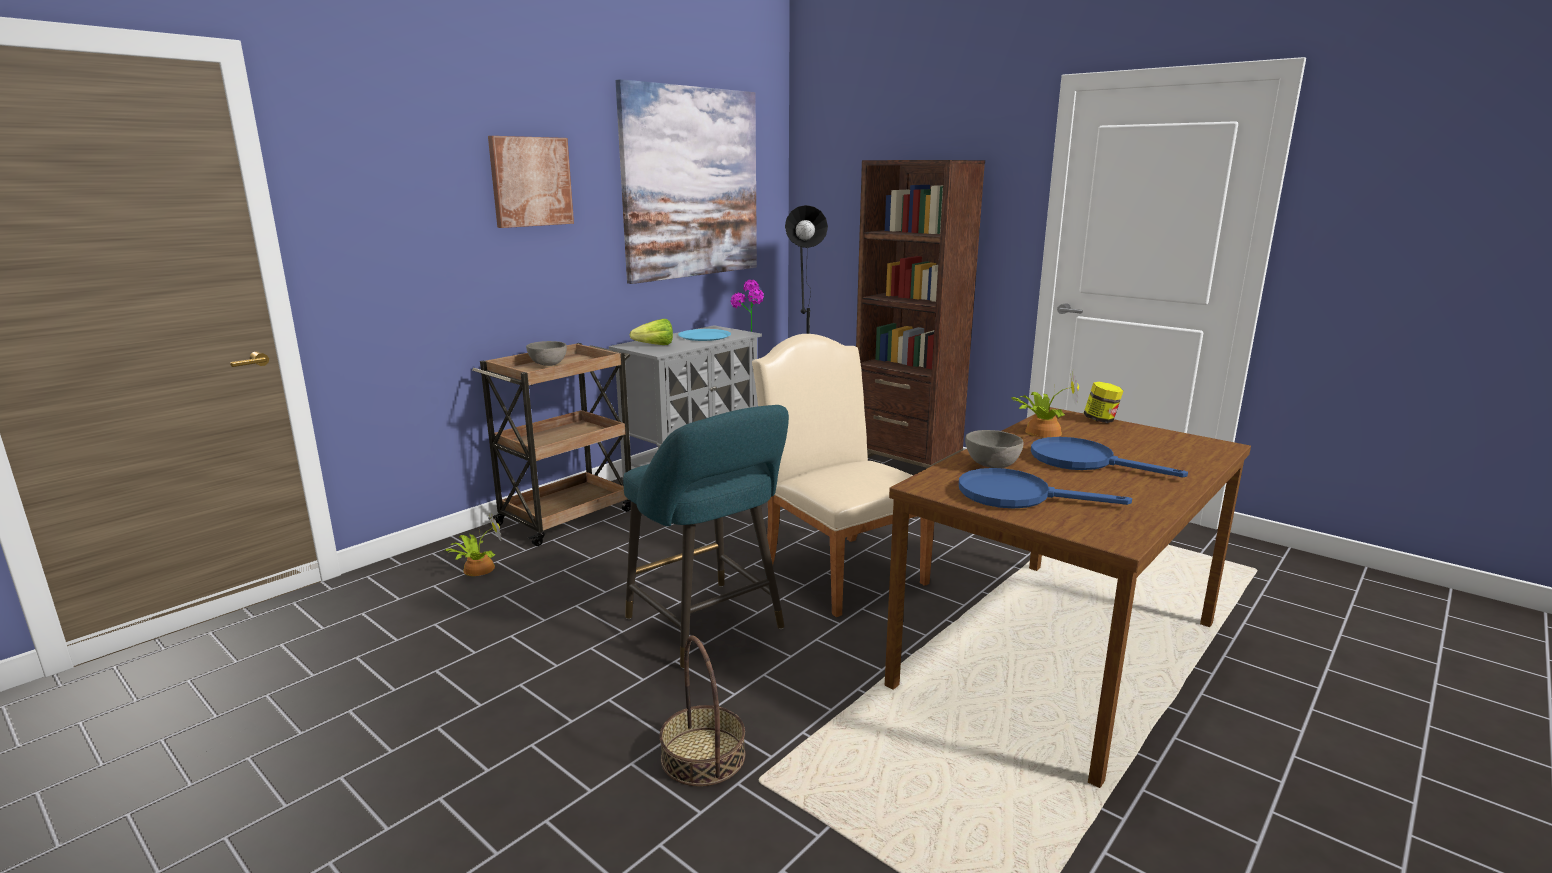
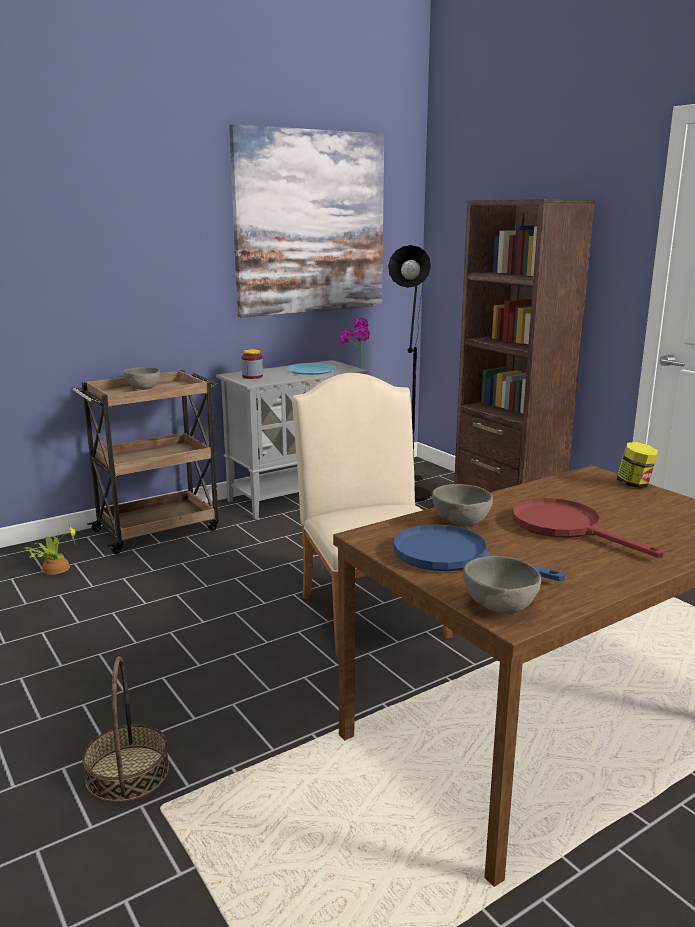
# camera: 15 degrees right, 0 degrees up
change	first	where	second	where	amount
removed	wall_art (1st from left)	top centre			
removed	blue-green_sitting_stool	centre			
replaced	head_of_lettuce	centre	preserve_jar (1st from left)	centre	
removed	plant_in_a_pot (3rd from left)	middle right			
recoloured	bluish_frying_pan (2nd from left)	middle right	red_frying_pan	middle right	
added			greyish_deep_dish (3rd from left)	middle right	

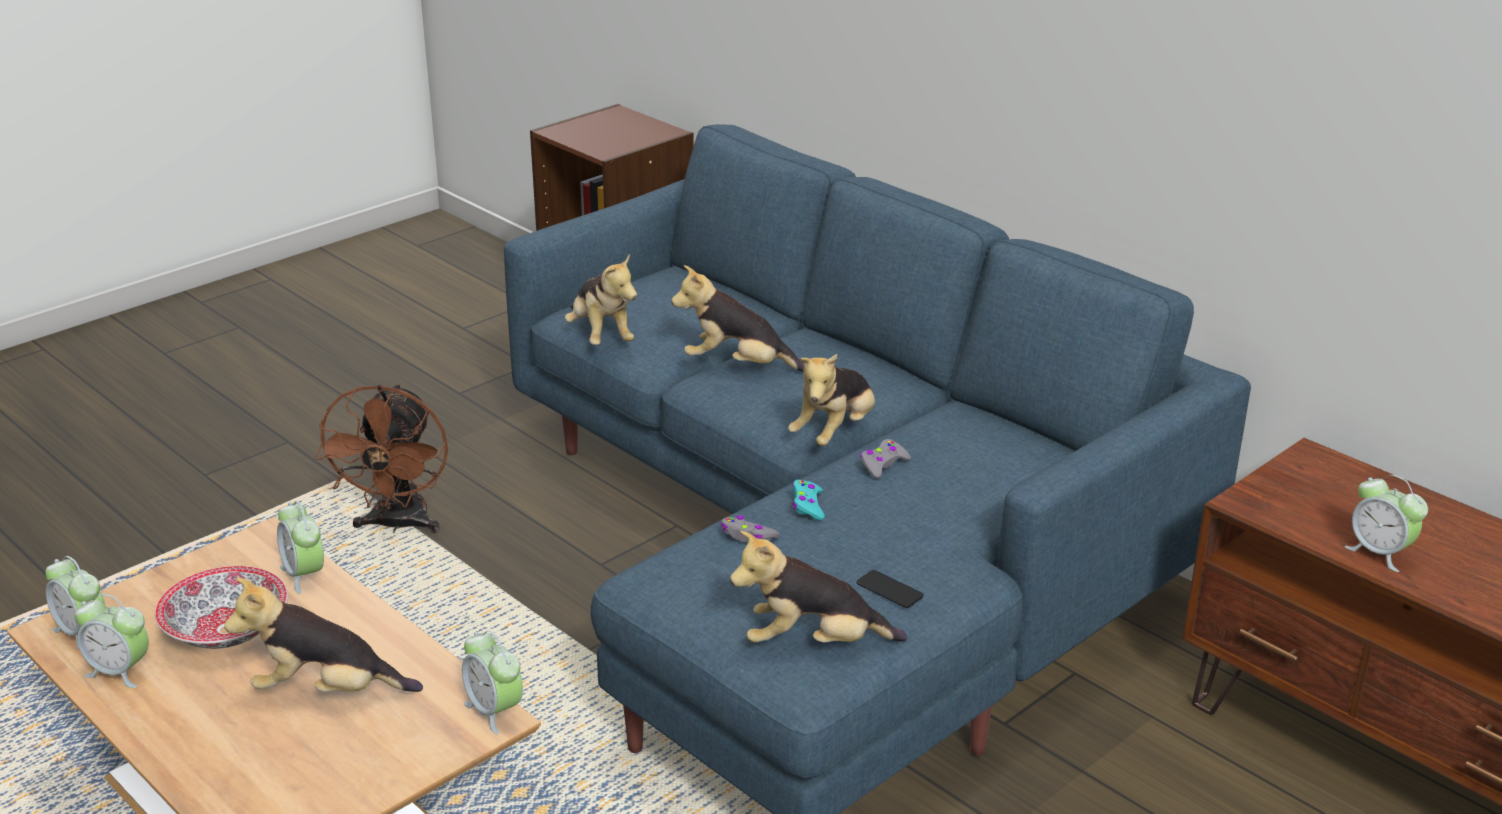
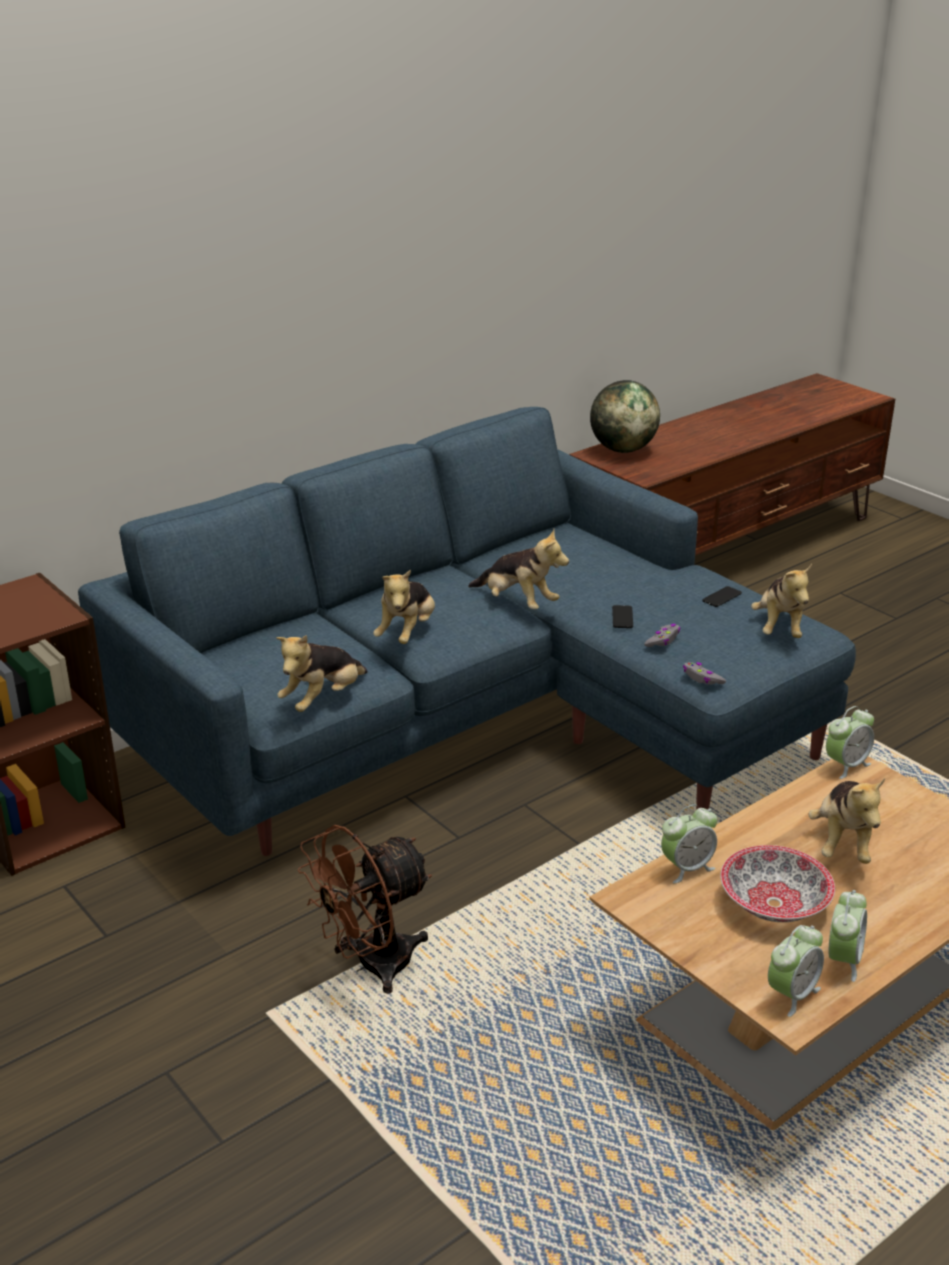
# camera: 85 degrees left, 0 degrees up
change	first	where	second	where	amount
turned	brown_electric_fan	middle left		bottom centre	135 degrees clockwise
turned	plush_toy (2nd from left in the first image)	centre	plush_toy (1st from left)	centre	150 degrees clockwise
replaced	blue-green_joypad	centre	telephone (1st from left)	centre	
moved	greyish_joypad (2nd from left)	centre		middle right	
removed	table_clock (5th from left)	middle right			
added			world_globe	top centre	

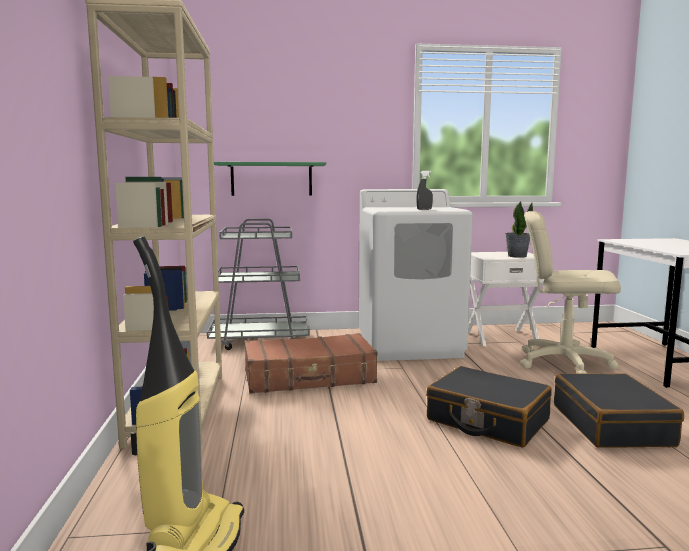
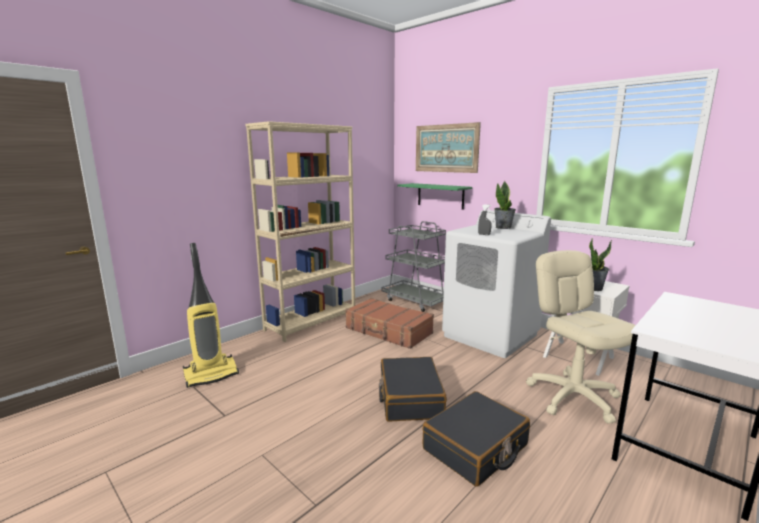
# camera: 50 degrees right, 5 degrees up
change	first	where	second	where	amount
added			wall_art	top centre	
added			plant_in_a_pot (1st from left)	centre	

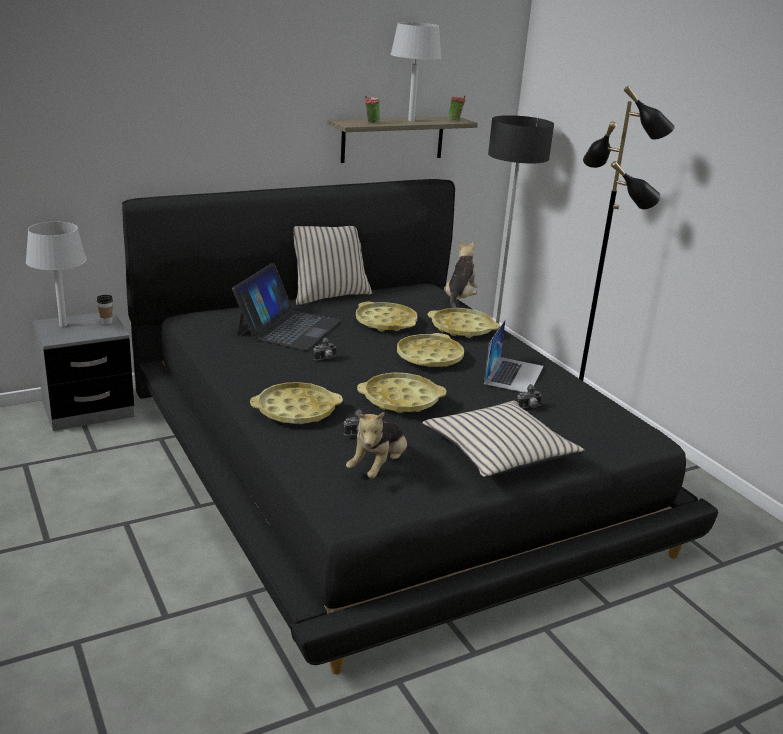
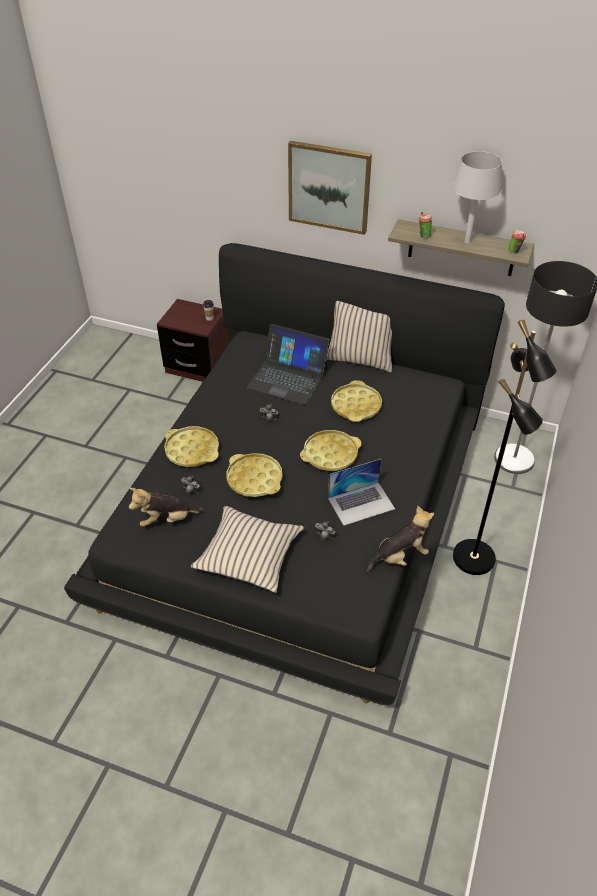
# camera: 50 degrees right, 20 degrees up
change	first	where	second	where	amount
removed	greyish_table_lamp (1st from left)	middle left			
recoloured	greyish_bedside_table	middle left	brown_bedside_table	middle left	
turned	portable_computer (1st from left)	centre		centre	45 degrees clockwise
removed	yellow_carrying_tray (5th from left)	centre			
moved	plush_toy (2nd from left)	centre		middle right	
added			wall_art	top centre	

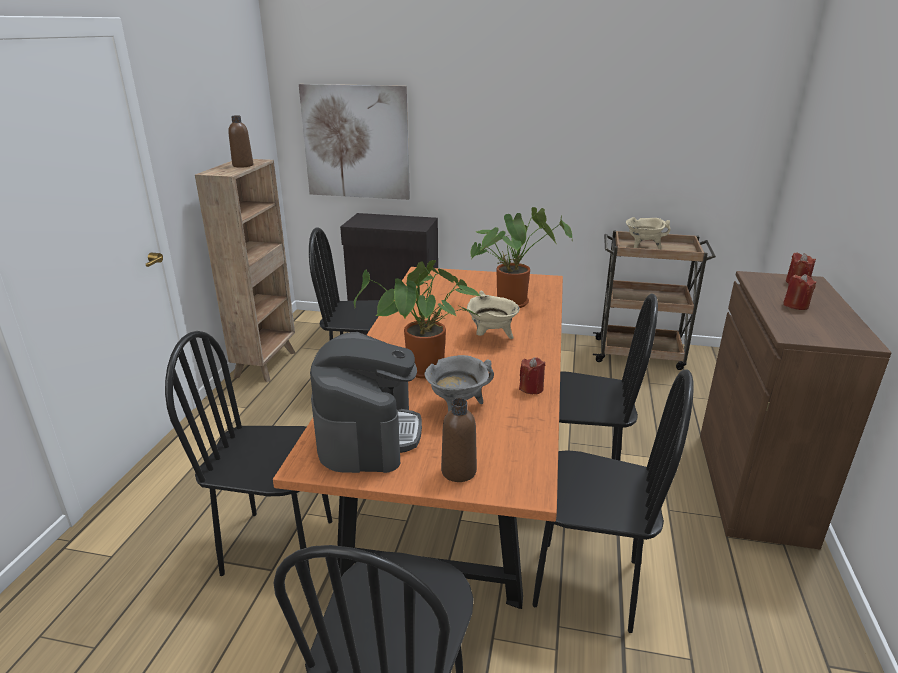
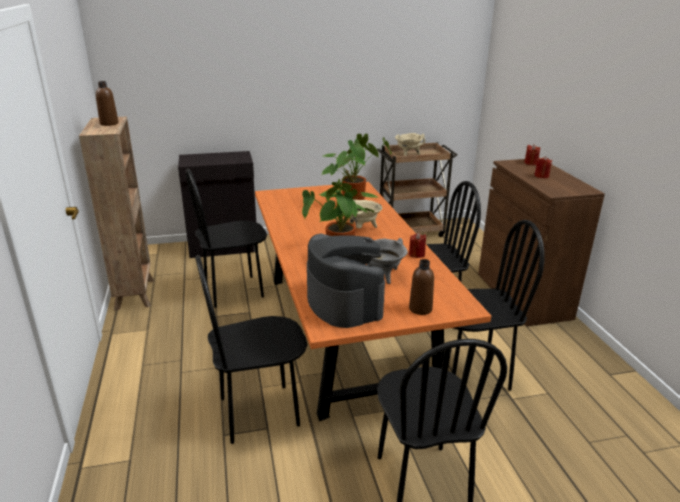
# camera: 25 degrees left, 0 degrees up
change	first	where	second	where	amount
removed	wall_art	top centre			

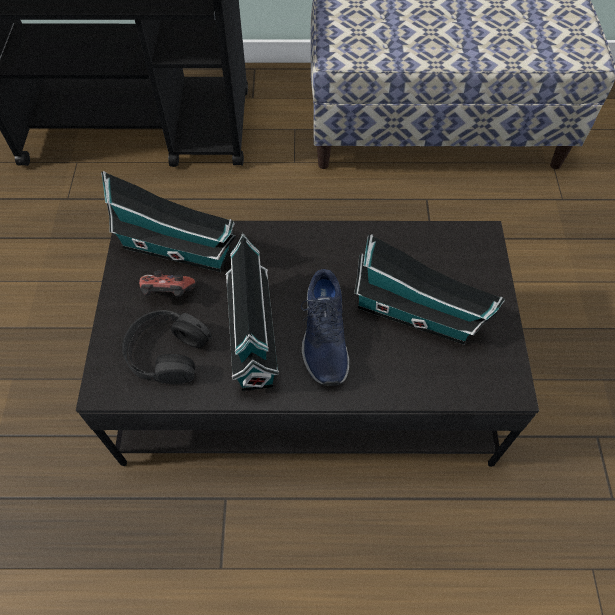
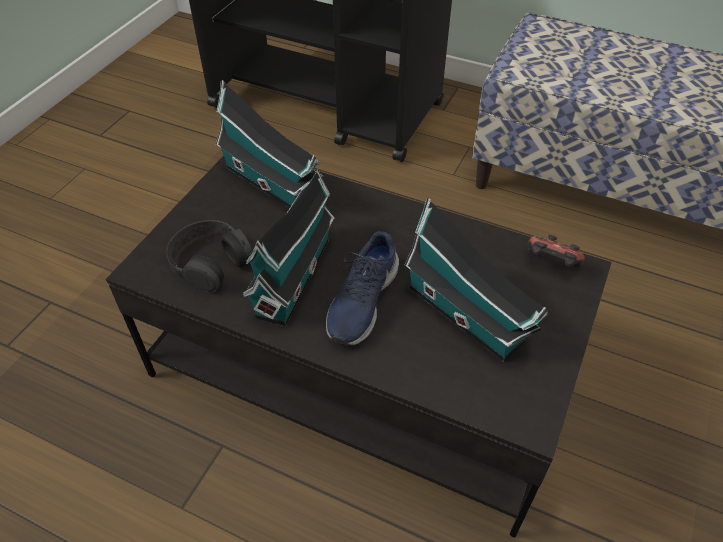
# camera: 25 degrees right, 10 degrees down
change	first	where	second	where	amount
moved	joypad	middle left		middle right	

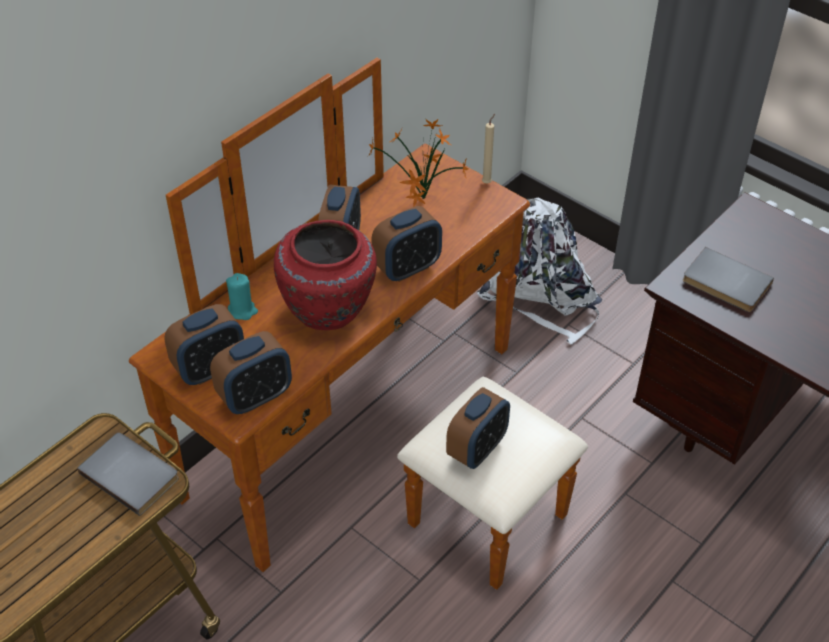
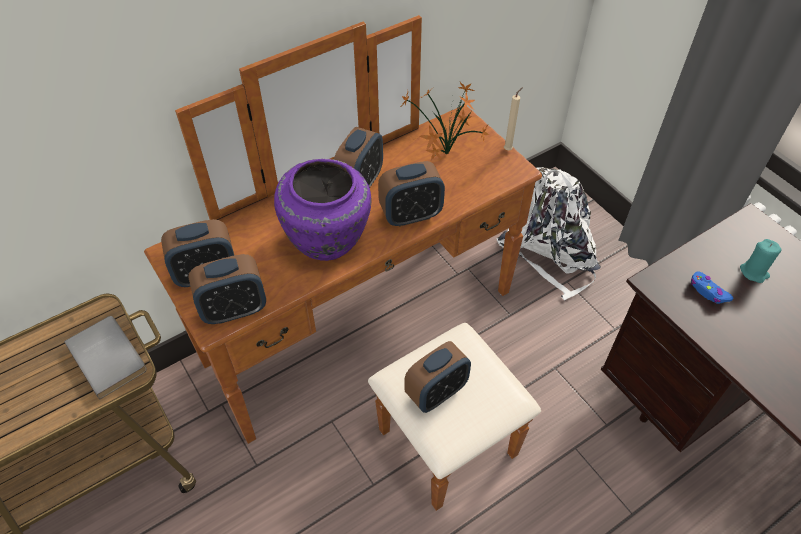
# camera: 15 degrees right, 5 degrees up
change	first	where	second	where	amount
moved	blue-green_candle	middle left		middle right	
recoloured	red_flower_vase	centre	purple-coloured_flower_vase	centre	
replaced	greyish_bound_book (2nd from left)	middle right	bluish_joypad	middle right	

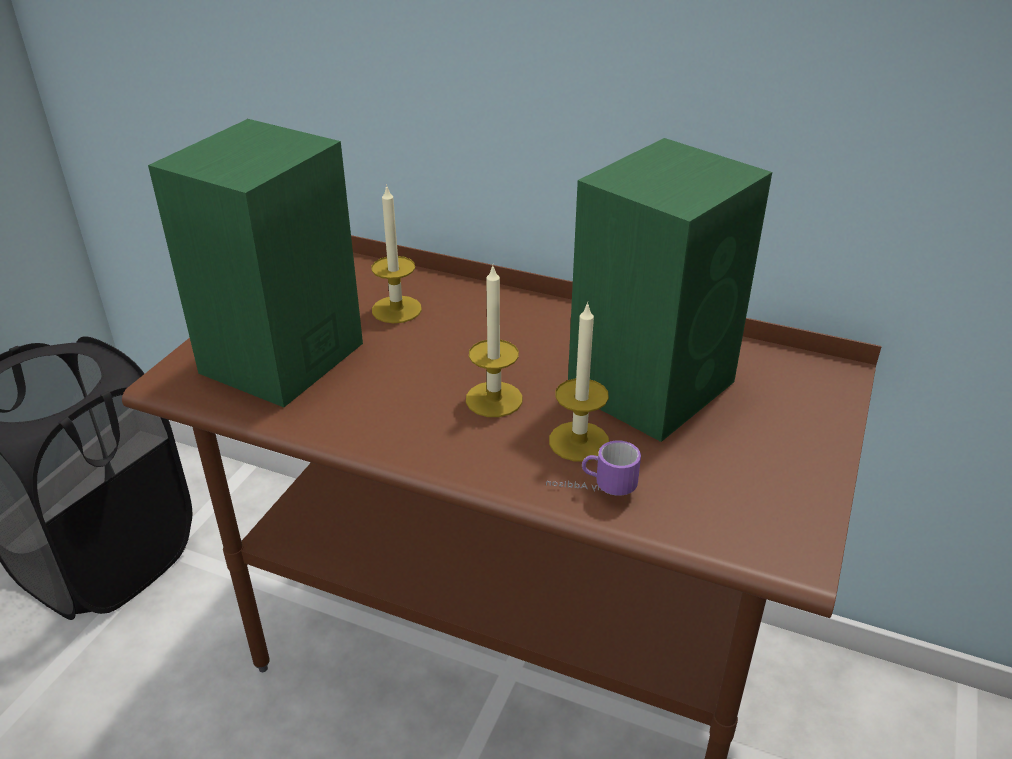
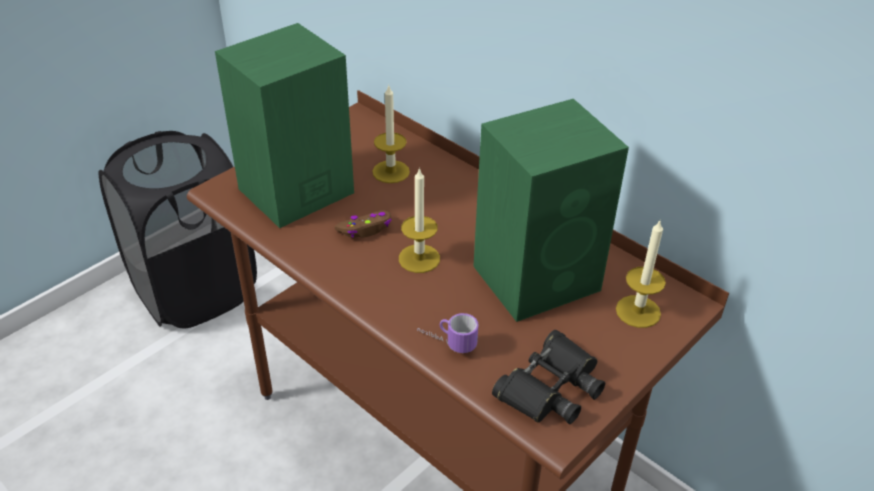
# camera: 20 degrees right, 5 degrees up
change	first	where	second	where	amount
moved	candle (3rd from left)	centre		middle right	
added			brown_joypad	centre	
added			black-coloured_pair_of_binoculars	bottom centre	

